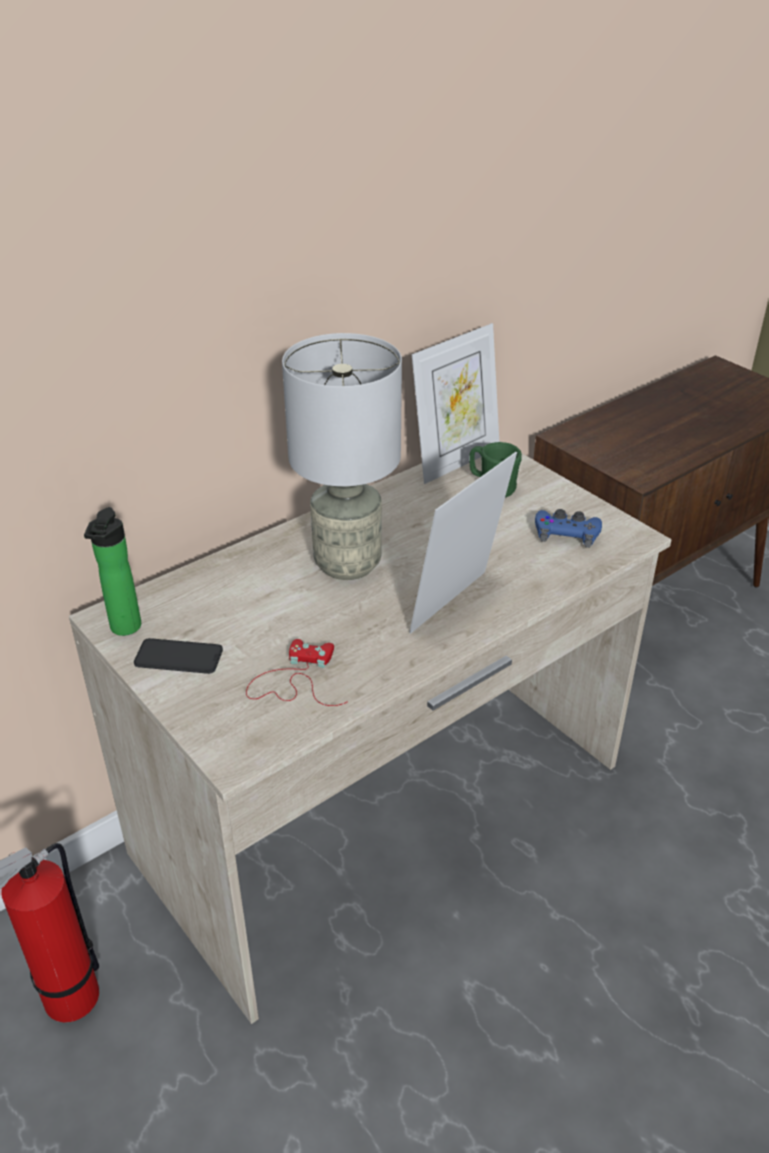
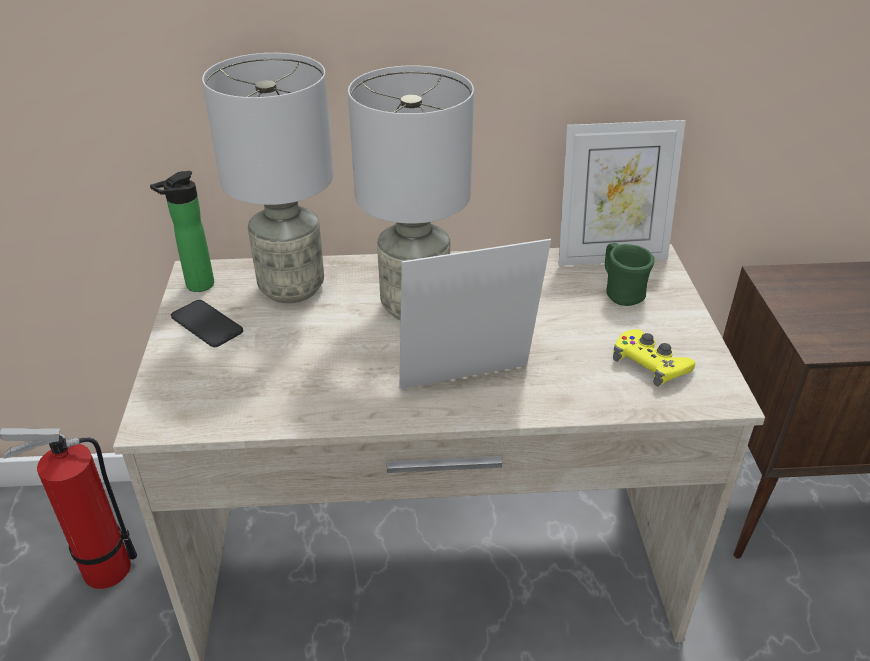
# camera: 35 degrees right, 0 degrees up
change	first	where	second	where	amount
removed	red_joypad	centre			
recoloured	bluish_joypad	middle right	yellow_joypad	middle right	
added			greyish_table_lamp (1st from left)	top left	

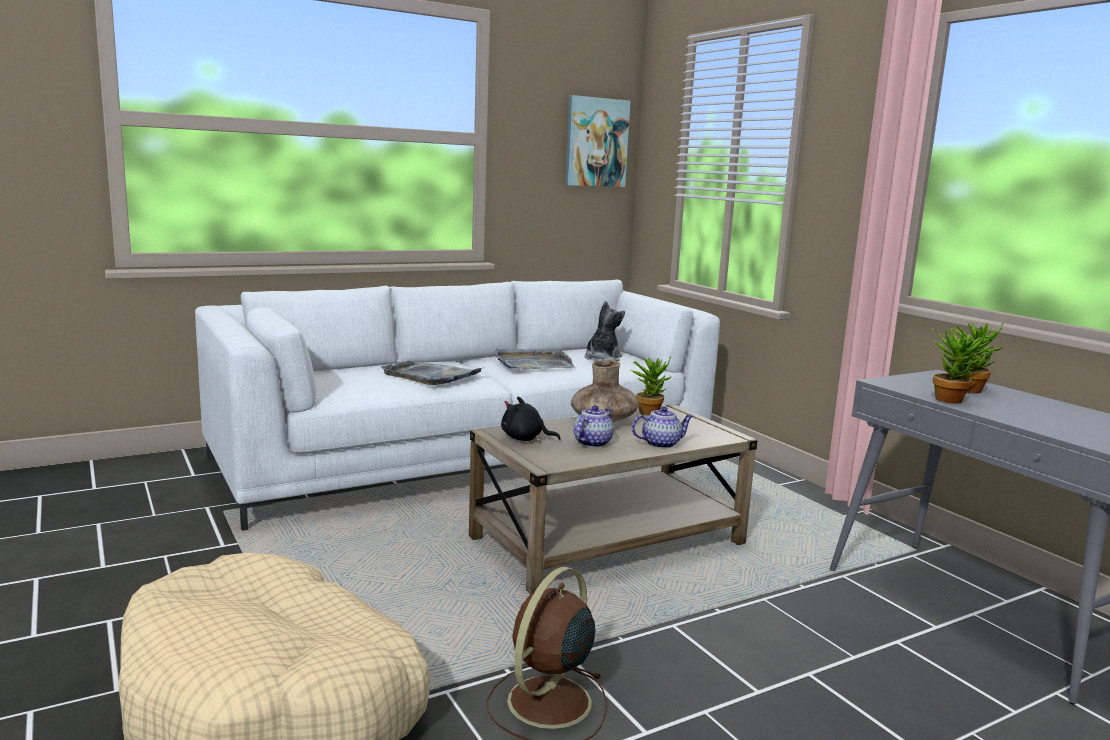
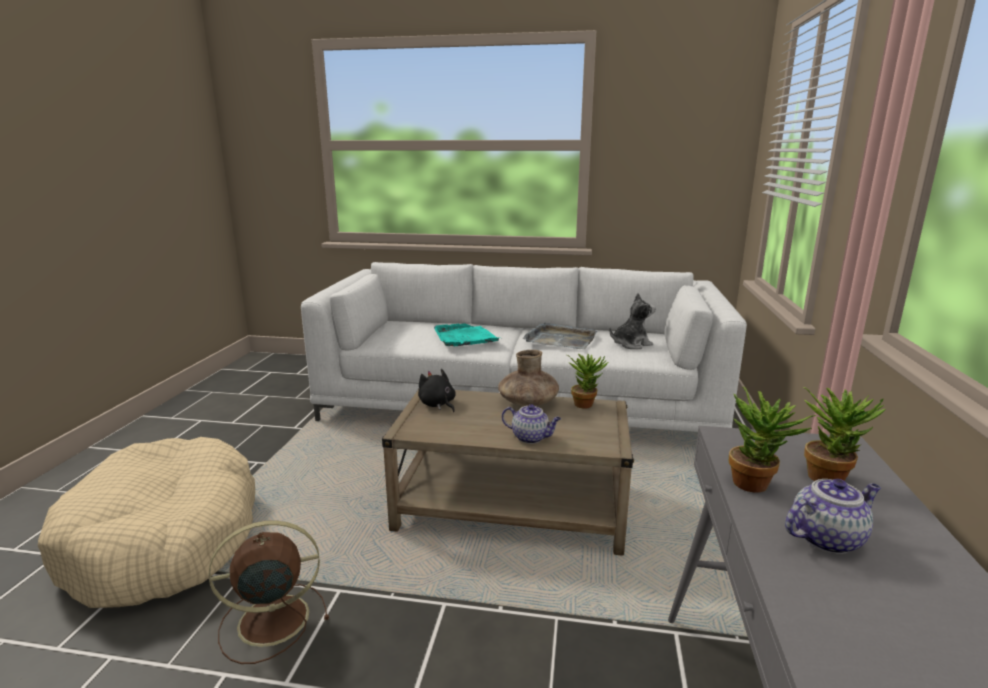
# camera: 40 degrees right, 5 degrees up
change	first	where	second	where	amount
recoloured	greyish_carrying_tray (1st from left)	centre	blue-green_carrying_tray	centre	
removed	wall_art	top centre			
moved	teapot (1st from left in the first image)	centre	teapot (2nd from left)	bottom right	

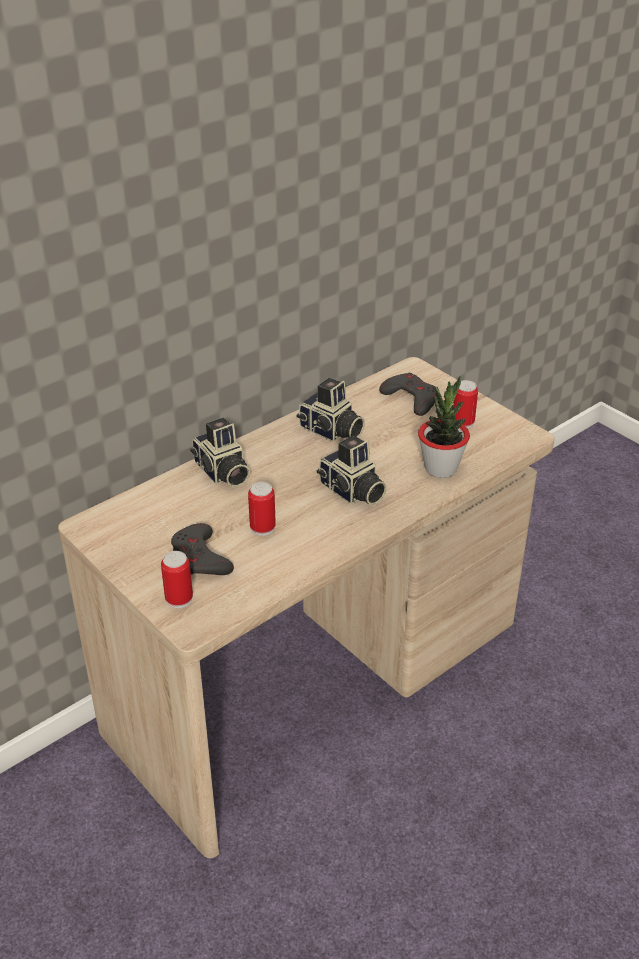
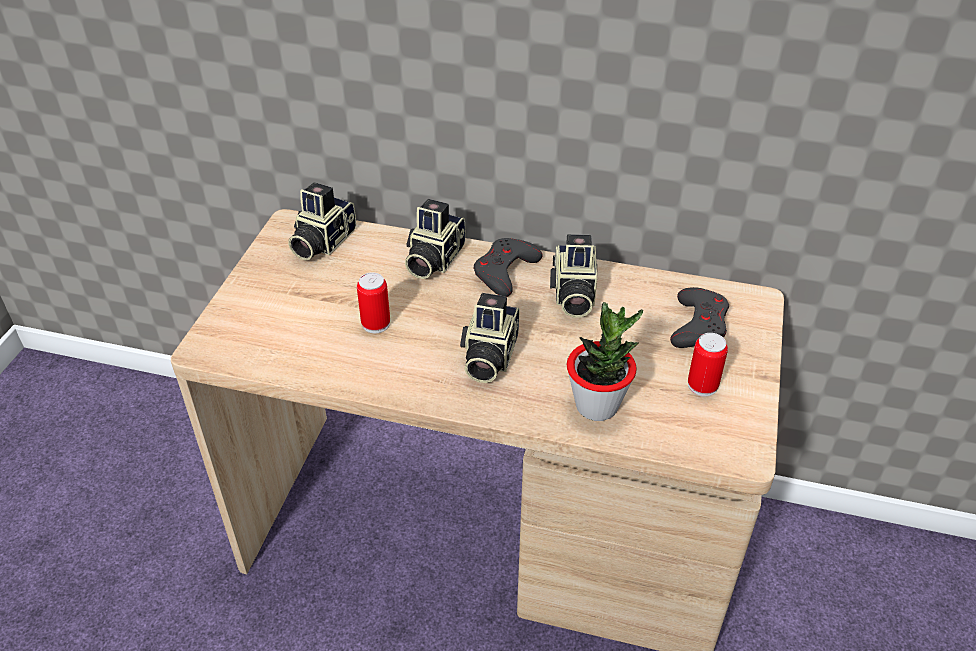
# camera: 55 degrees right, 5 degrees up
change	first	where	second	where	amount
removed	metal_can (1st from left)	middle left			
moved	greyish_joypad (1st from left)	middle left		centre	
added			still_camera (1st from left)	middle left	

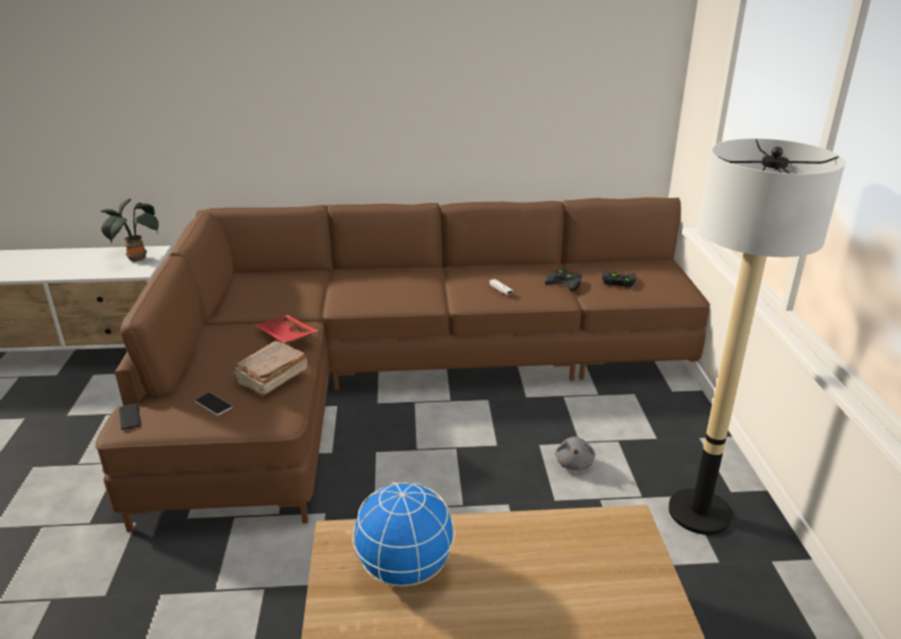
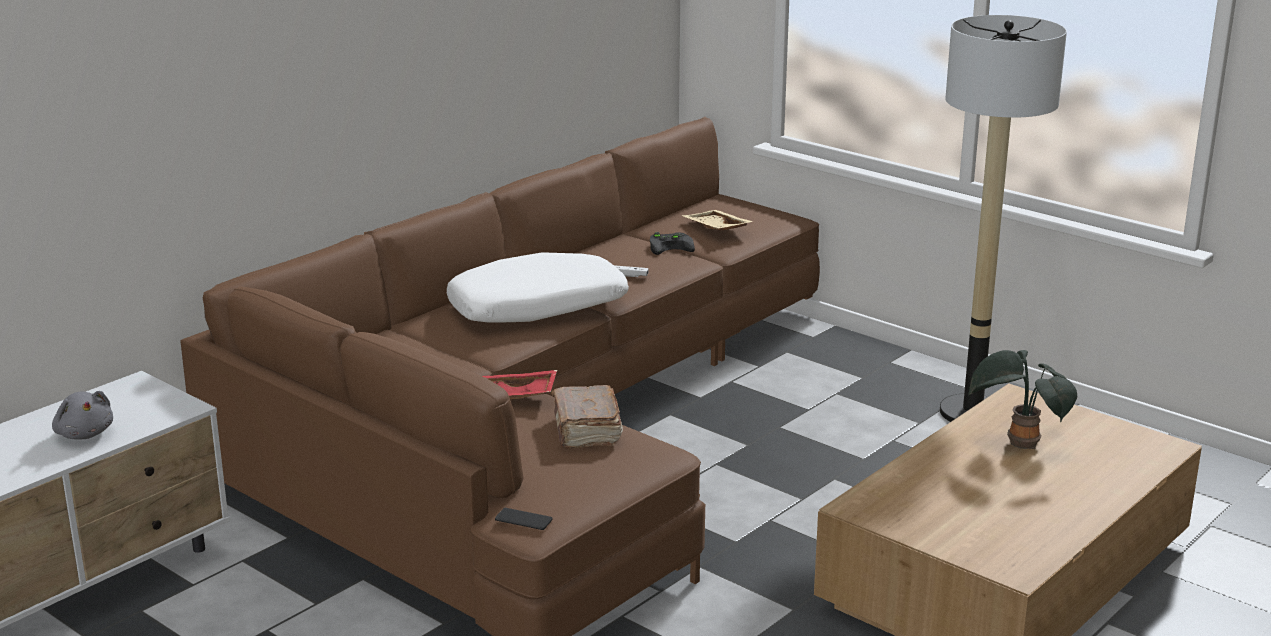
# camera: 45 degrees left, 5 degrees down
change	first	where	second	where	amount
moved	plant_in_a_pot	middle left		middle right	
removed	telephone (2nd from left)	middle left			
removed	world_globe	bottom centre			
moved	greyish_plush_toy	bottom centre		middle left	
replaced	black-coloured_joypad (2nd from left)	middle right	beige-coloured_carrying_tray	centre	
added			white_pillow	centre	

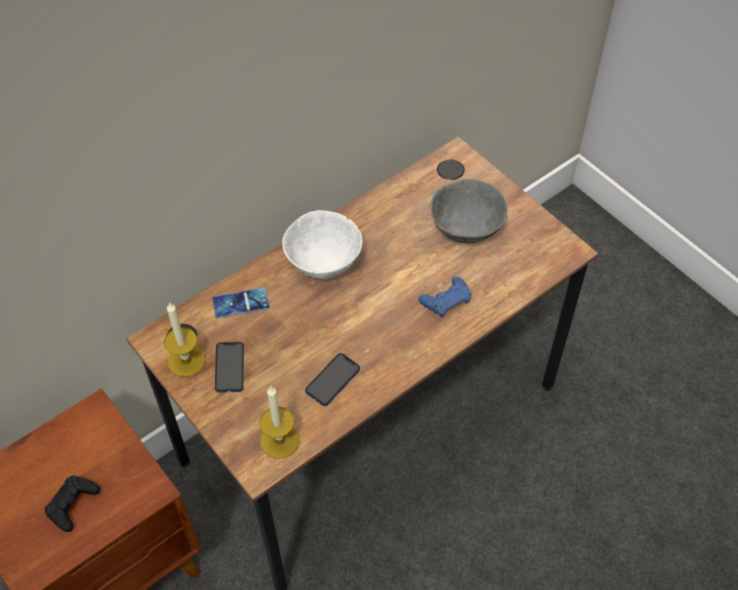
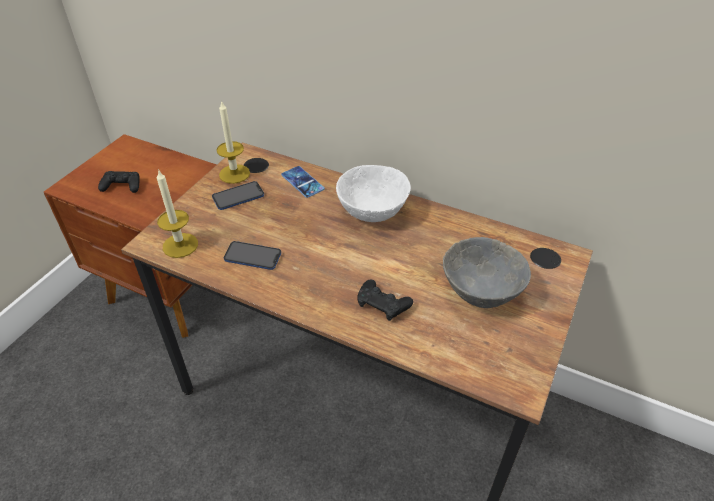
# camera: 65 degrees right, 10 degrees down
change	first	where	second	where	amount
recoloured	bluish_joypad	centre	black-coloured_joypad (2nd from left)	centre	

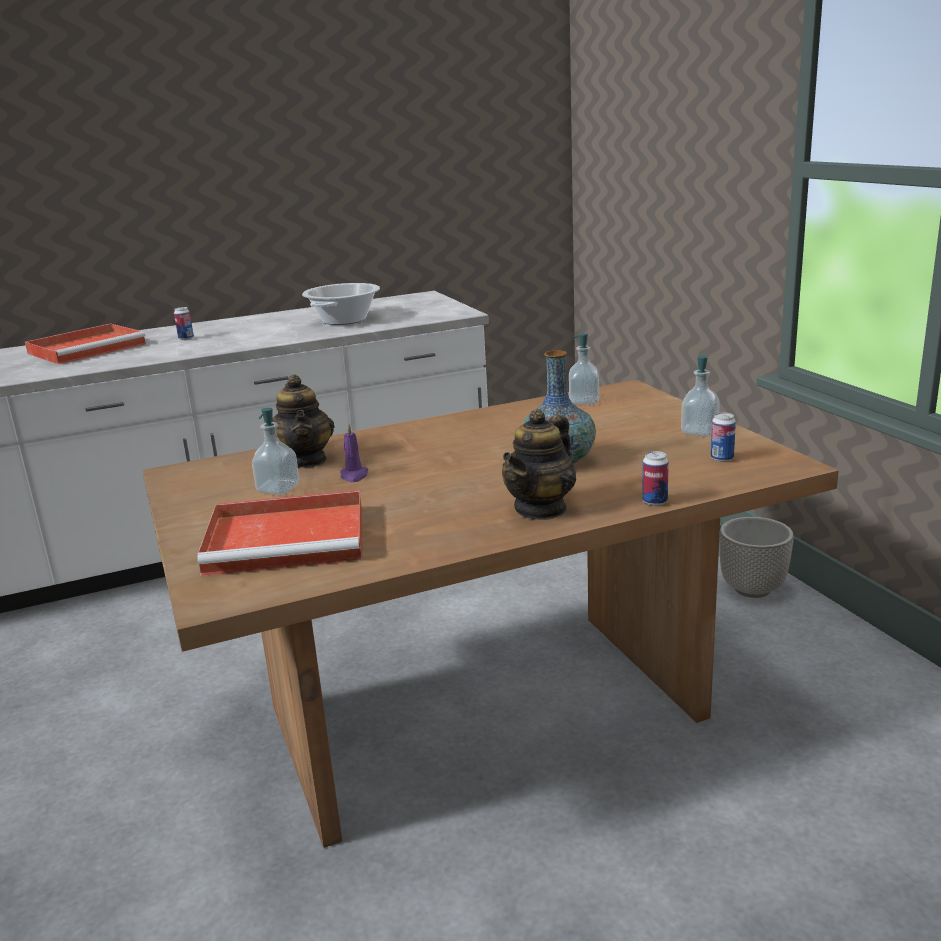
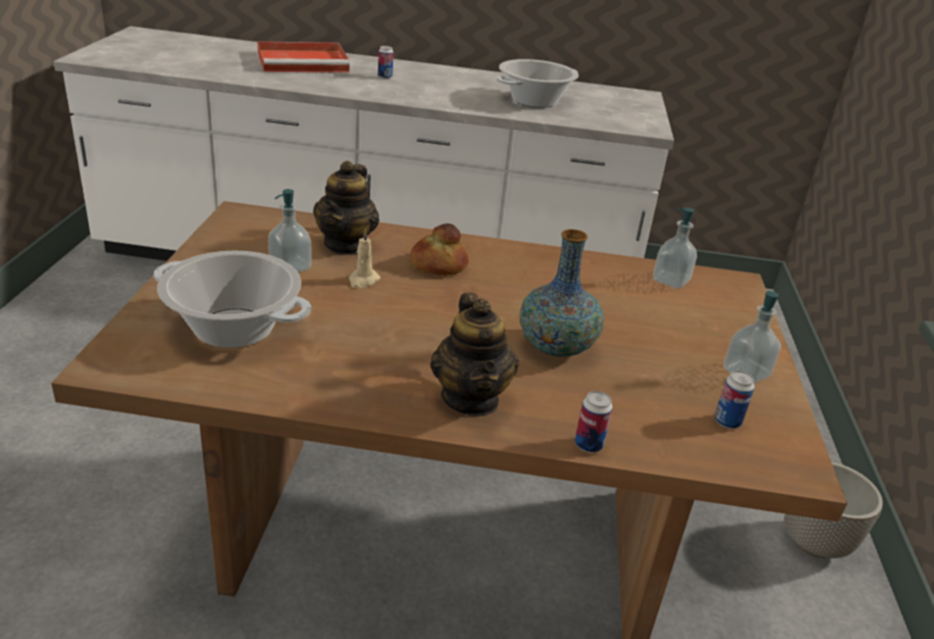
# camera: 25 degrees right, 10 degrees up
change	first	where	second	where	amount
replaced	red_carrying_tray (2nd from left)	middle left	saucepot (1st from left)	middle left	
recoloured	purple-coloured_candle	centre	beige-coloured_candle	centre	
turned	teapot (2nd from left)	centre		centre	75 degrees counterclockwise
added			baked_bread	centre	

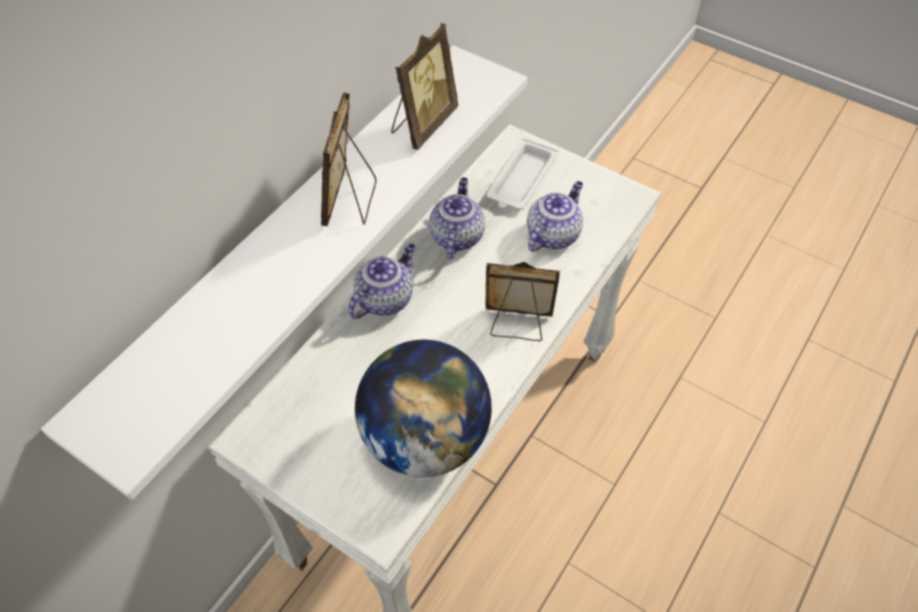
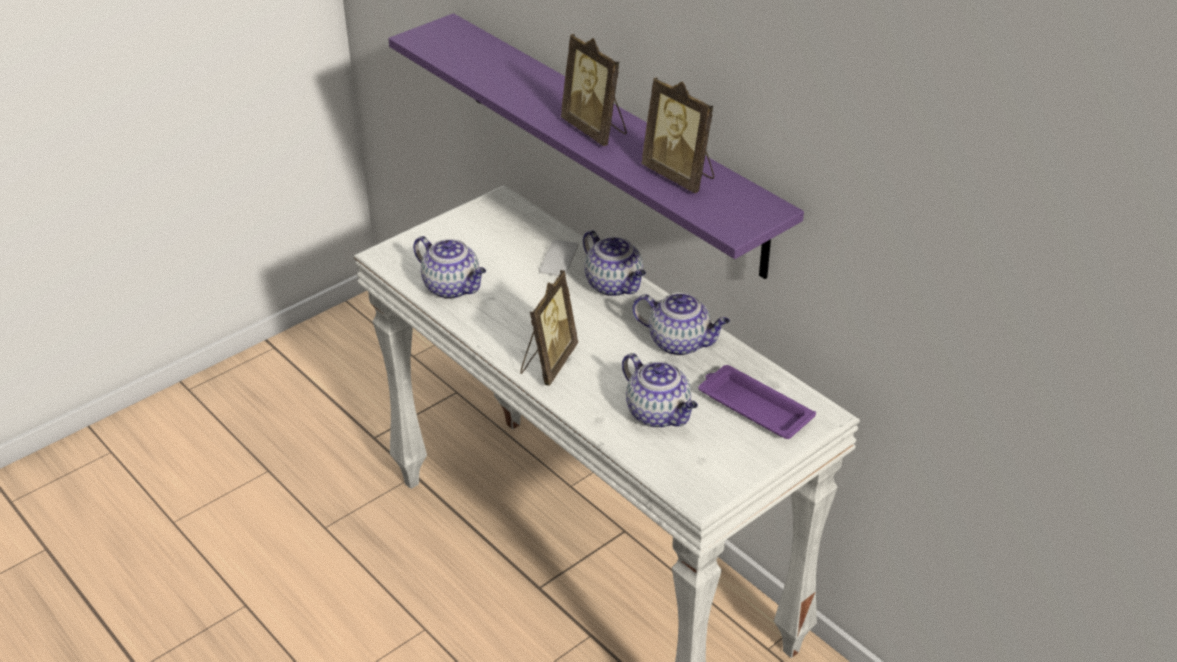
# camera: 105 degrees right, 15 degrees down
change	first	where	second	where	amount
recoloured	white_shelf	middle left	purple-coloured_shelf	top centre	
turned	photo_frame (1st from left in the first image)	top centre	photo_frame (2nd from left)	top centre	150 degrees counterclockwise
replaced	world_globe	bottom centre	teapot (1st from left)	centre	
recoloured	white_carrying_tray	top centre	purple-coloured_carrying_tray	centre	
added			telephone	centre	

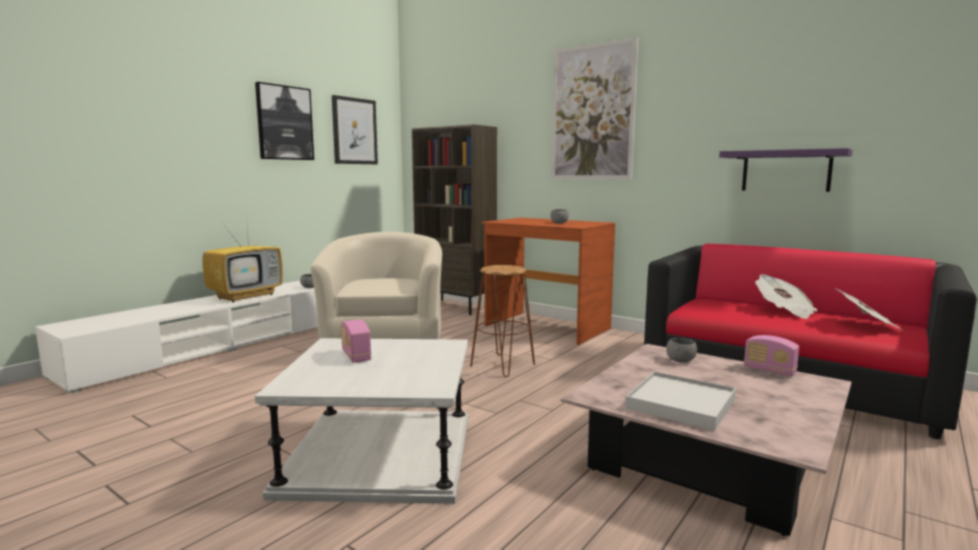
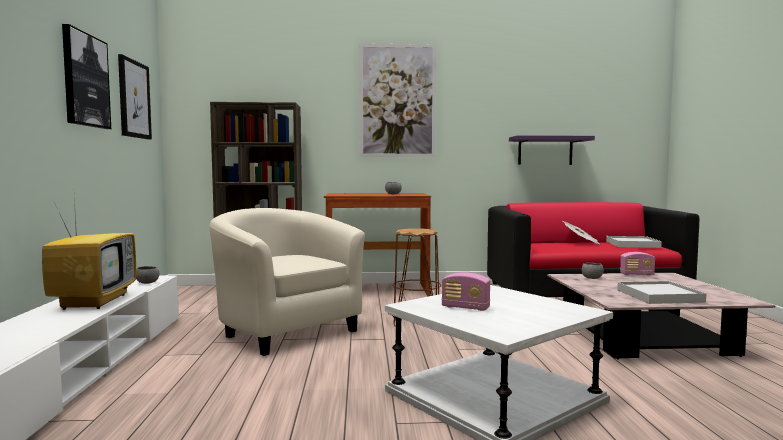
# camera: 40 degrees left, 5 degrees down
change	first	where	second	where	amount
replaced	printed_paper (2nd from left)	middle right	white_carrying_tray (1st from left)	middle right	

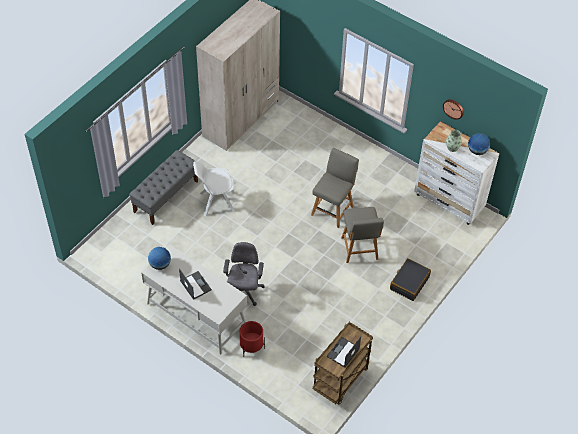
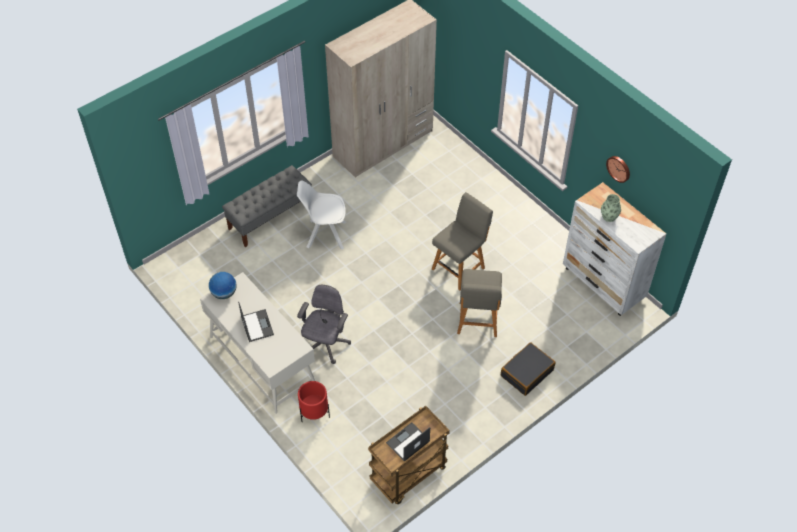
# camera: 15 degrees right, 0 degrees up
change	first	where	second	where	amount
removed	world_globe (2nd from left)	top right			

